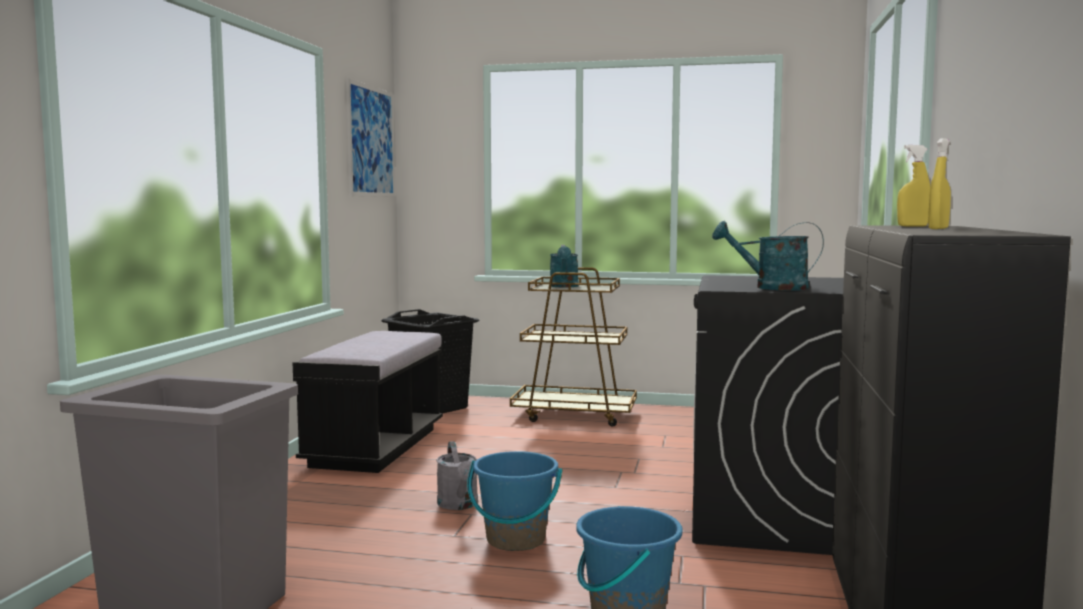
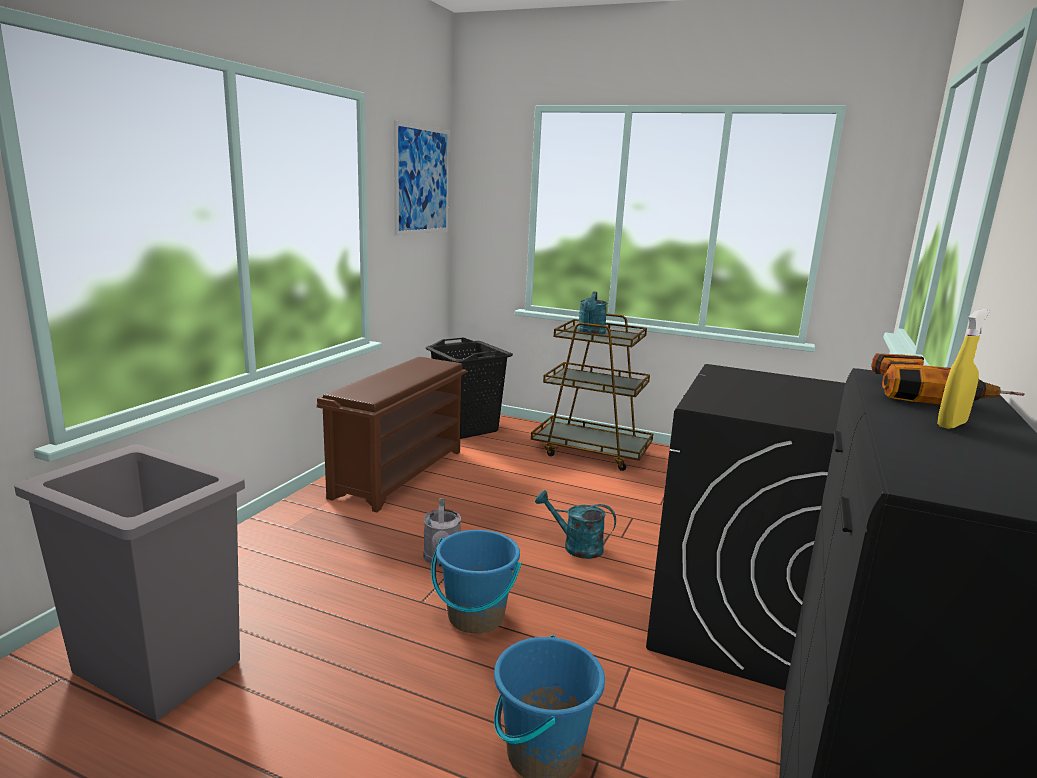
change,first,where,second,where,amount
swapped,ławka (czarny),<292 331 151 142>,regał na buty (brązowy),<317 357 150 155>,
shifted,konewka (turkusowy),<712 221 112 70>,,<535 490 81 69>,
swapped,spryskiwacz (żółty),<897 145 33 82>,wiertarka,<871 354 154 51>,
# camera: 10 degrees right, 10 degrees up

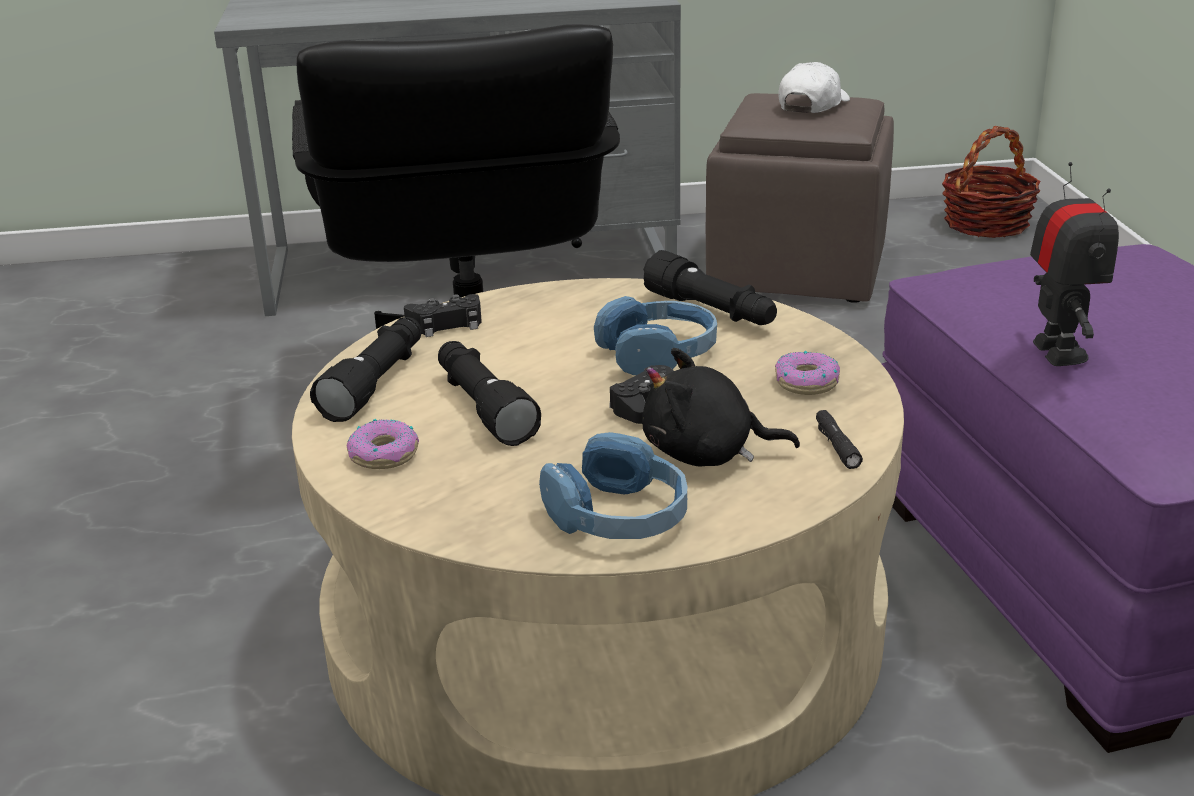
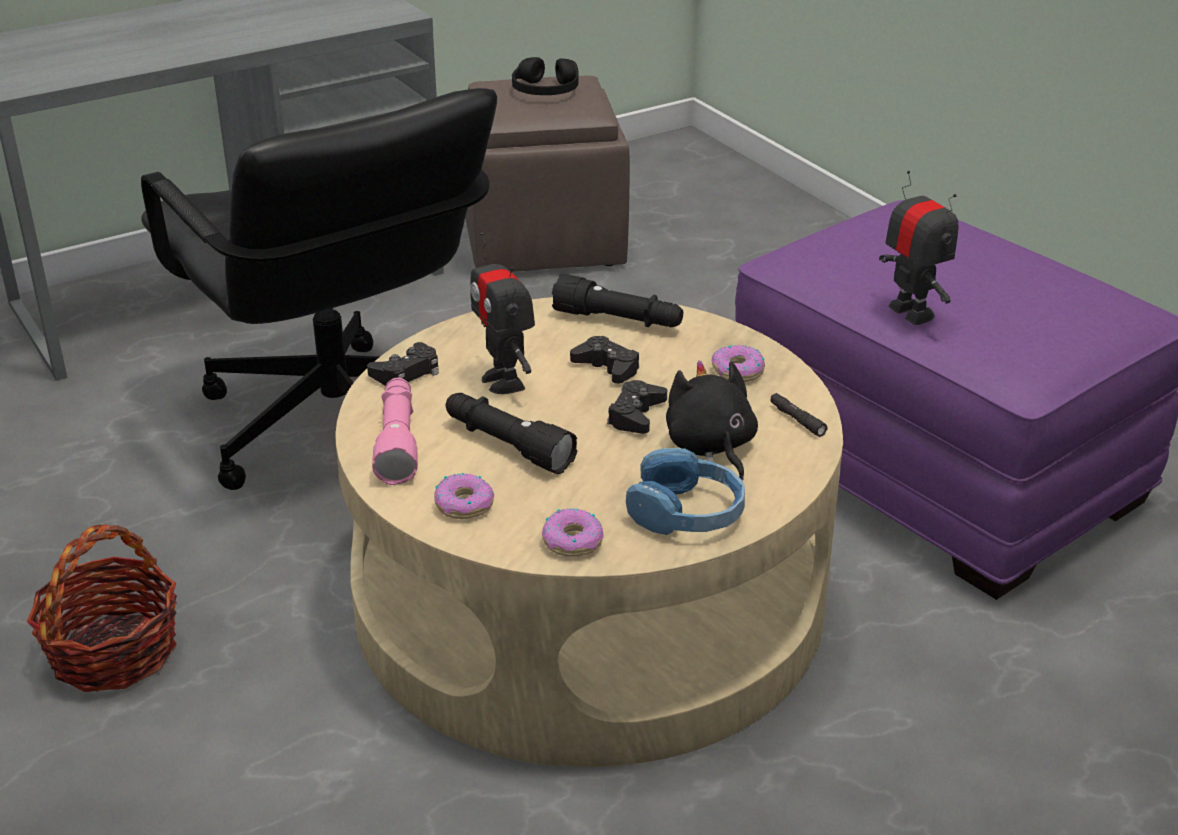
change,first,where,second,where,amount
shifted,koszyk,<942 126 98 112>,,<26 524 151 168>,
repainted,latarka (czarny),<310 317 111 105>,latarka (różowy),<372 378 46 107>,
new,,,robot zabawkowy,<470 232 65 162>,
swapped,czapka z daszkiem (biały),<778 62 72 51>,słuchawki (czarny),<512 57 67 38>,
new,,,donut,<542 508 62 49>,
swapped,słuchawki (niebieski),<594 296 123 79>,pad do gier (czarny),<570 336 69 48>,
rotated,pluszak (czarny),<642 348 158 119>,,<666 360 92 121>,90 degrees clockwise
# camera: 25 degrees left, 5 degrees up

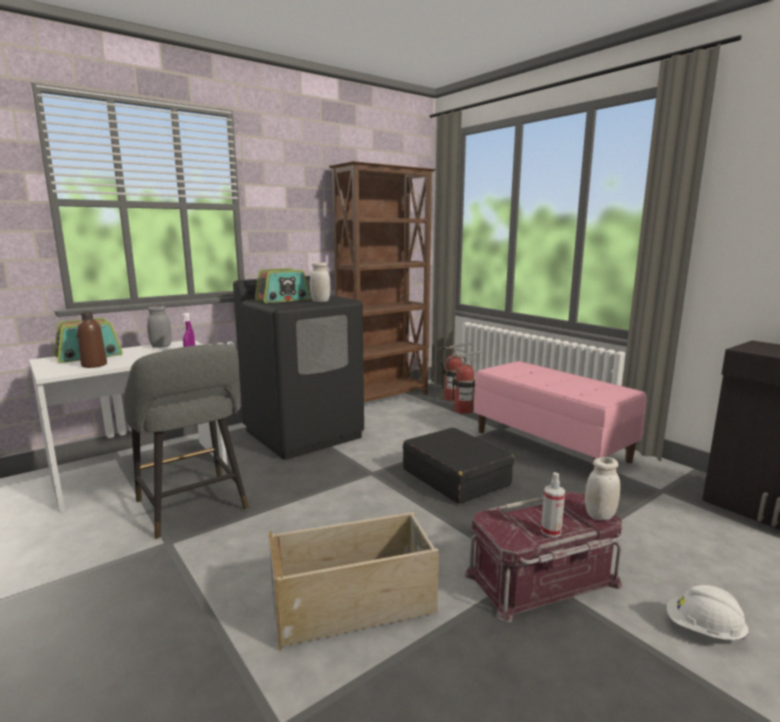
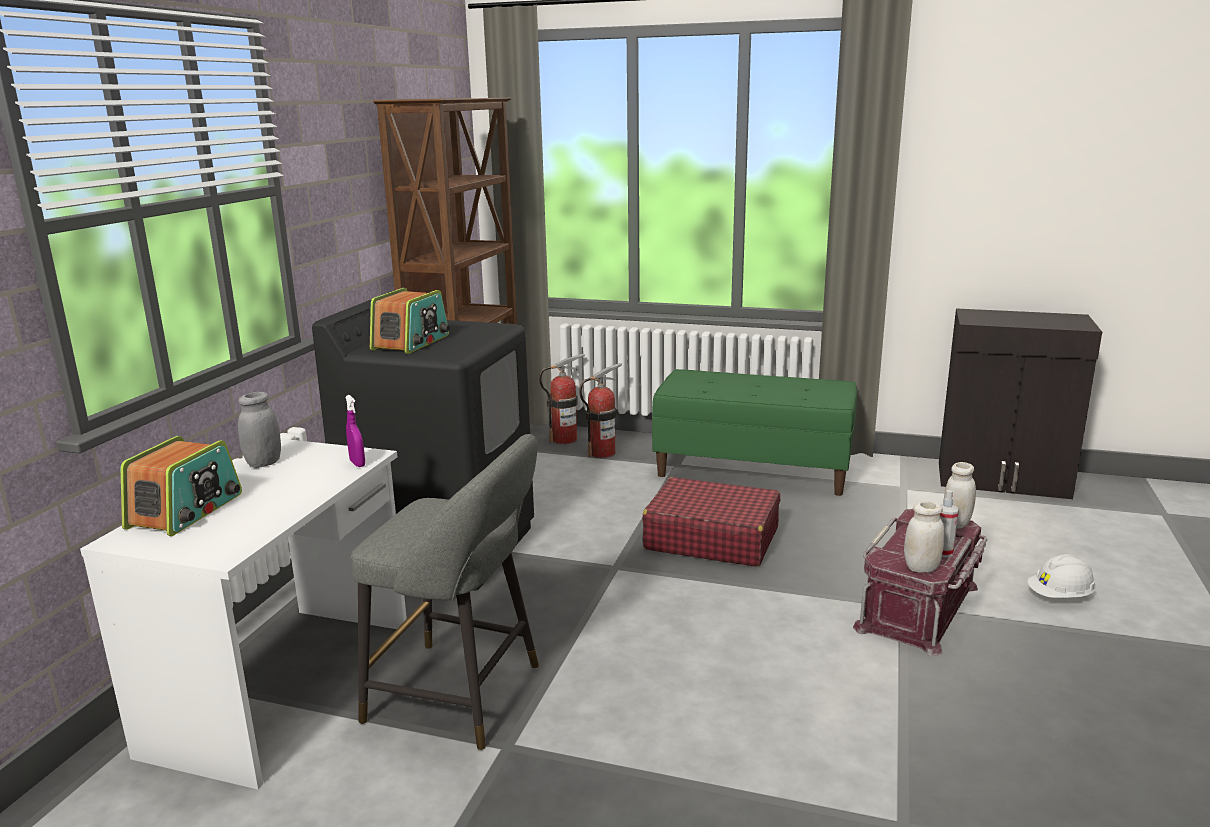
change,first,where,second,where,amount
repainted,walizka (czarny),<403 427 111 77>,walizka (czerwony),<642 477 138 90>,
repainted,ławka (różowy),<474 361 172 109>,ławka (zielony),<652 369 205 127>,
shifted,słoik (biały),<310 262 21 40>,,<904 502 41 71>,
gone,butelka (brązowy),<77 312 30 56>,,,
gone,pojemnik do przechowywania (beżowy),<269 512 170 139>,,,
# camera: 35 degrees left, 5 degrees up

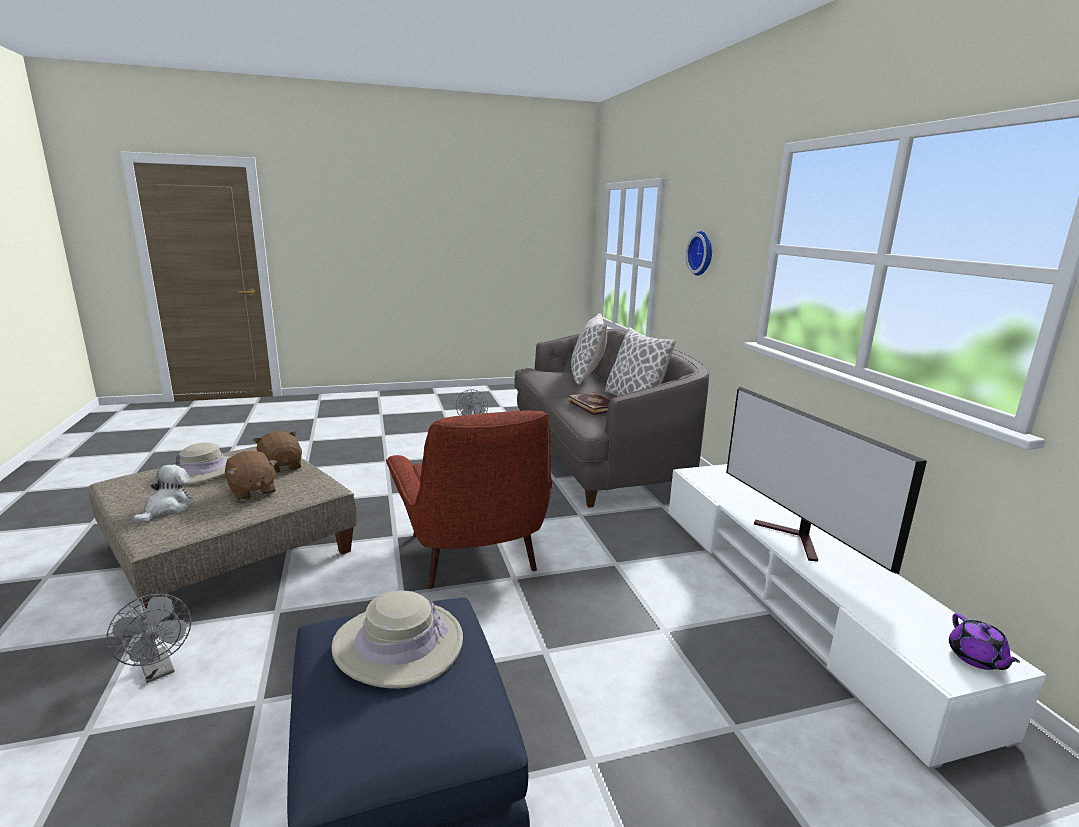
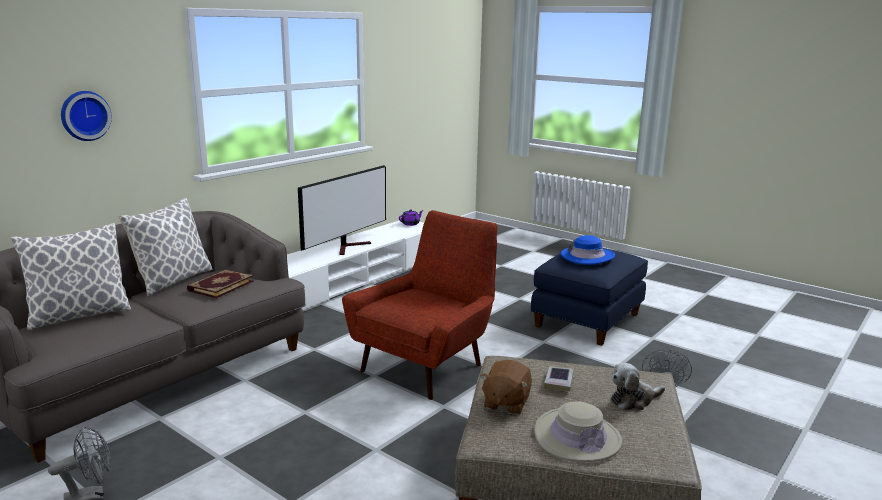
change,first,where,second,where,amount
swapped,pluszak (brązowy),<225 451 52 50>,książka,<544 366 30 25>,
repainted,kapelusz (beżowy),<331 591 132 97>,kapelusz (niebieski),<561 235 54 30>,
# camera: 125 degrees left, 0 degrees up

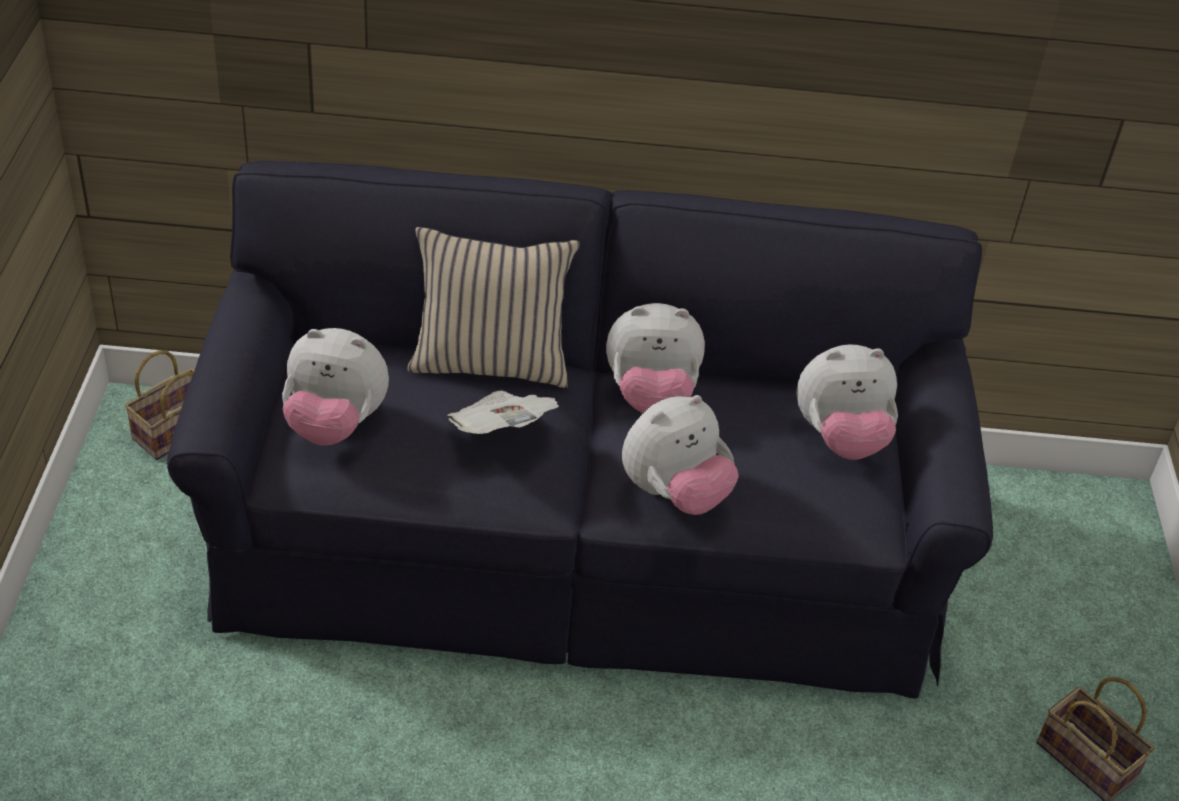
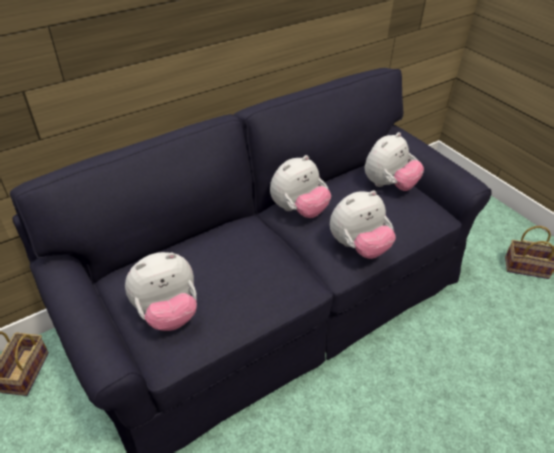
change,first,where,second,where,amount
rotated,pluszak,<622 395 117 120>,,<330 190 66 69>,45 degrees clockwise
gone,poduszka (beżowy),<408 227 172 161>,,,
gone,gazeta,<447 390 112 44>,,,
# camera: 35 degrees left, 0 degrees up

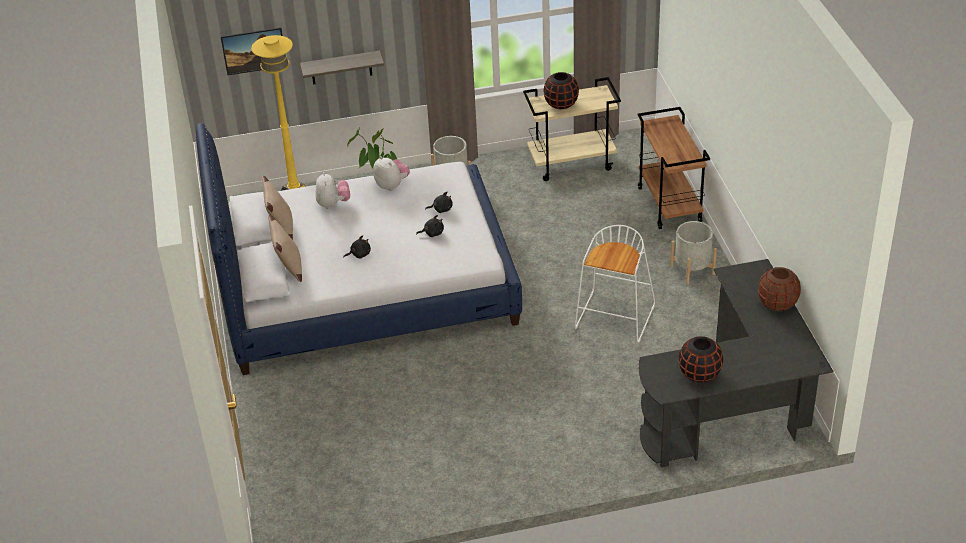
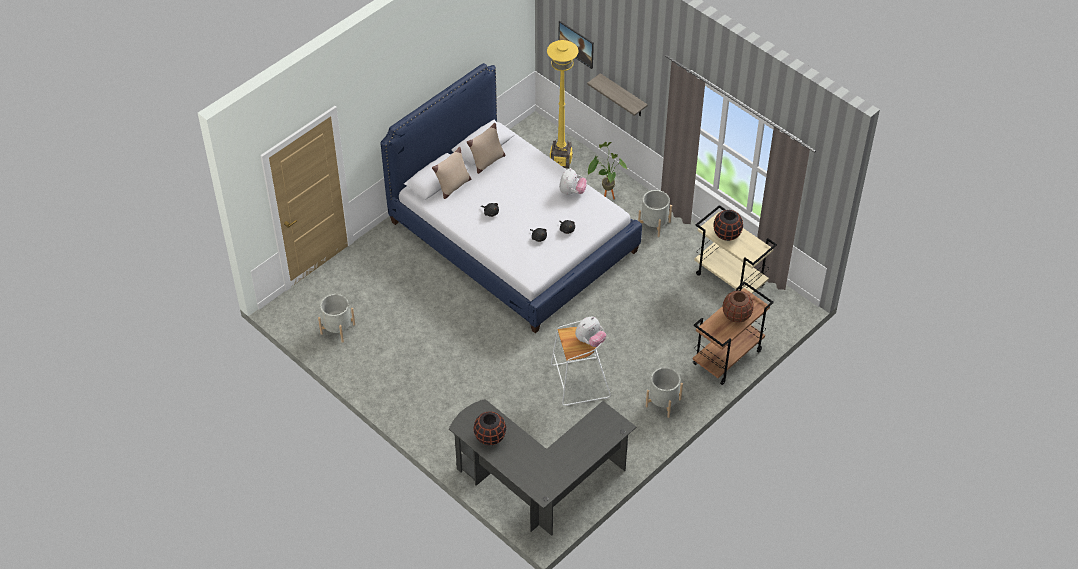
change,first,where,second,where,amount
new,,,donica (szary),<318 294 37 49>,
shifted,pluszak,<315 172 35 37>,,<575 317 31 30>,
shifted,wazon (brązowy),<758 267 43 44>,,<723 291 31 32>,
# camera: 55 degrees right, 10 degrees up

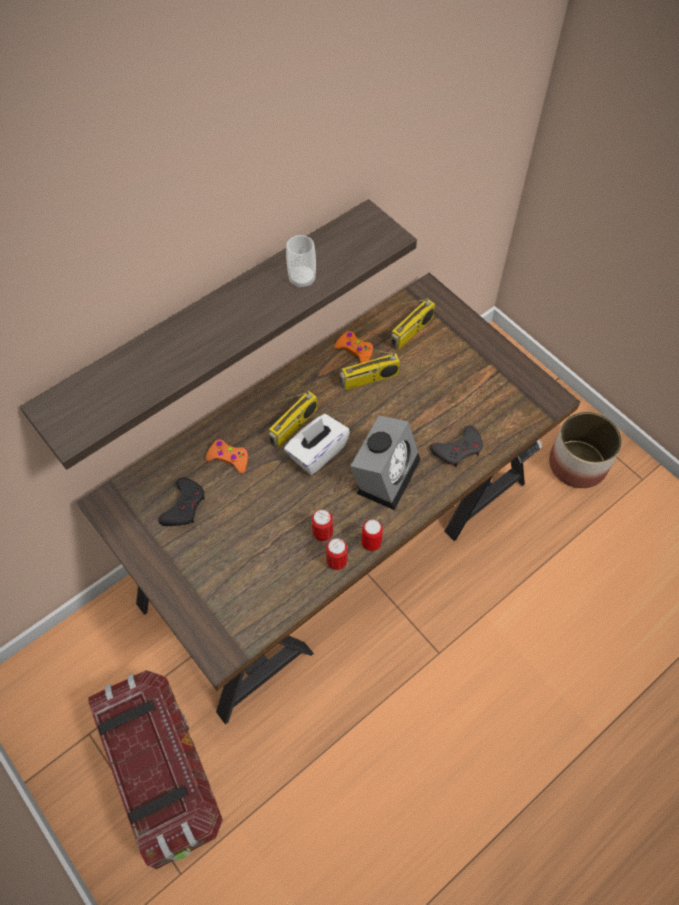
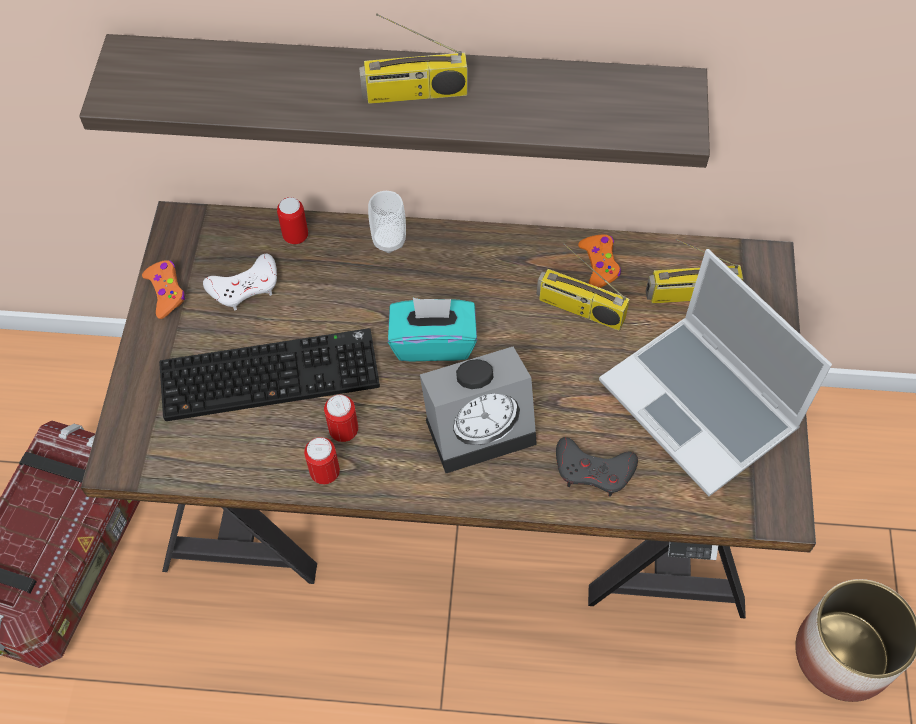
change,first,where,second,where,amount
shifted,pad do gier (pomarańczowy),<205 439 43 35>,,<142 260 43 59>,
new,,,klawiatura,<159 328 221 93>,
repainted,pad do gier (czarny),<158 478 47 48>,pad do gier (biały),<203 254 74 56>,
shifted,puszka,<361 520 22 31>,,<277 197 31 47>,
shifted,radio,<269 391 48 56>,,<359 13 108 91>,
shifted,filiżanka,<286 235 30 53>,,<368 191 38 62>,
repainted,pudełko chusteczek (biały),<284 414 66 61>,pudełko chusteczek (turkusowy),<388 298 89 63>,
new,,,laptop,<599 249 233 247>,
# camera: 45 degrees right, 0 degrees up

